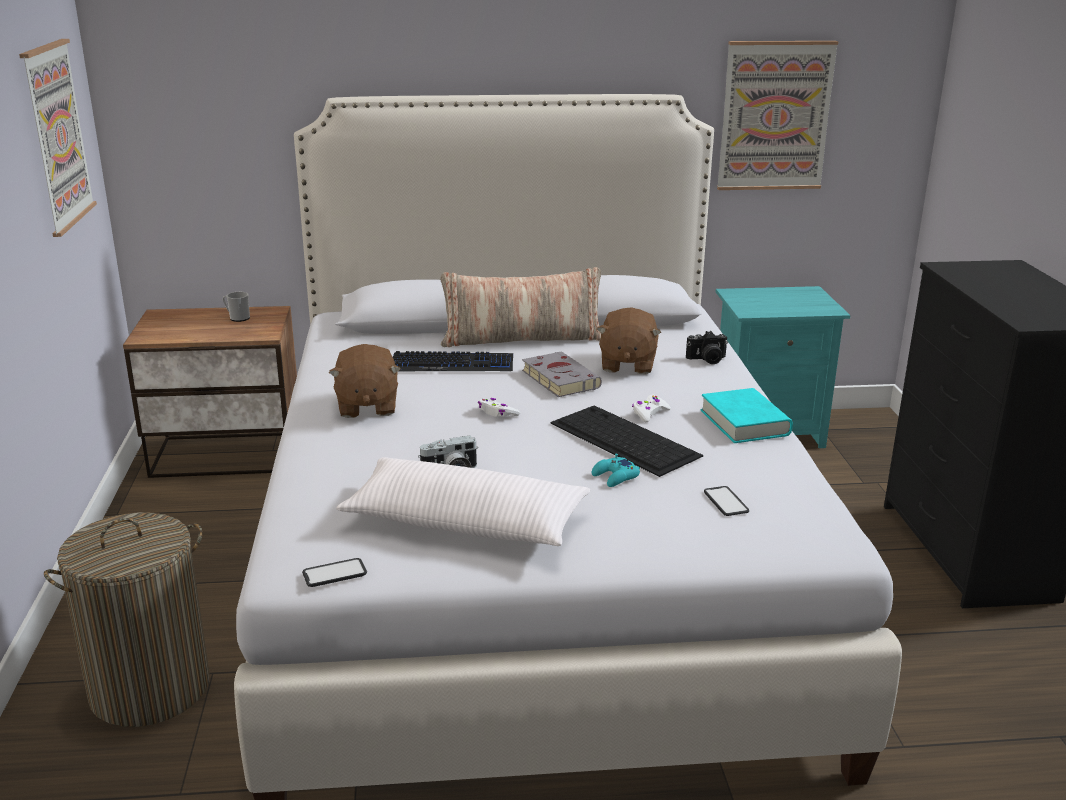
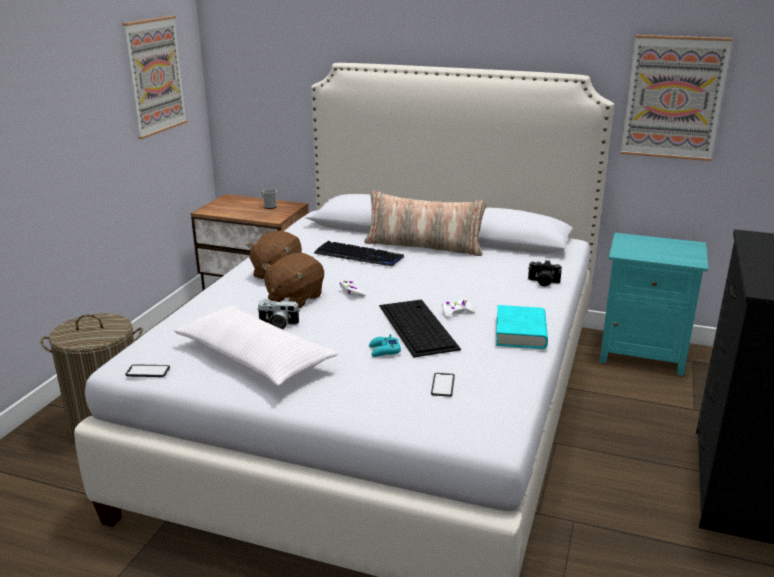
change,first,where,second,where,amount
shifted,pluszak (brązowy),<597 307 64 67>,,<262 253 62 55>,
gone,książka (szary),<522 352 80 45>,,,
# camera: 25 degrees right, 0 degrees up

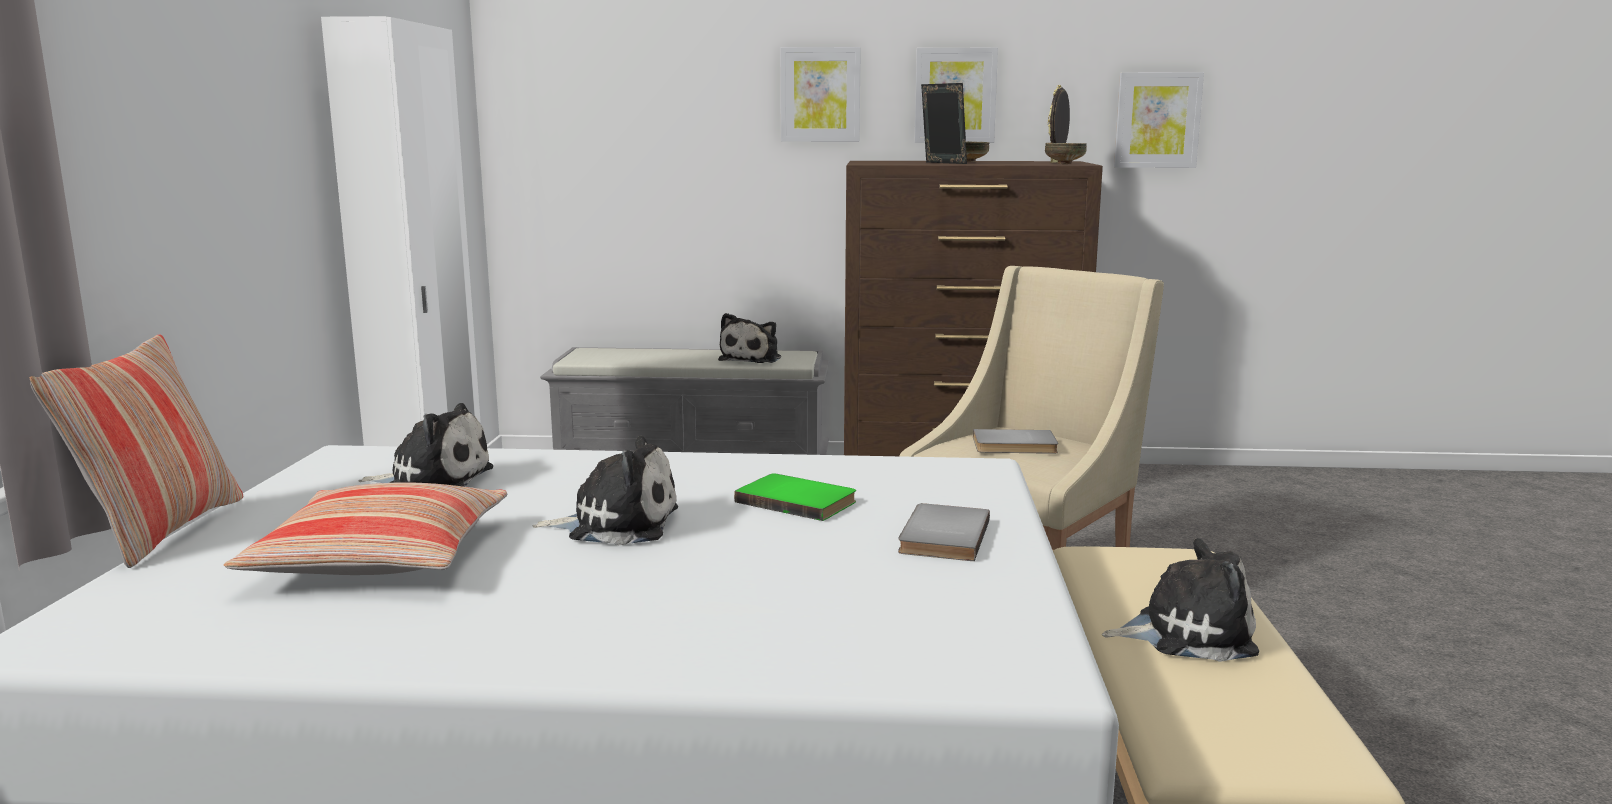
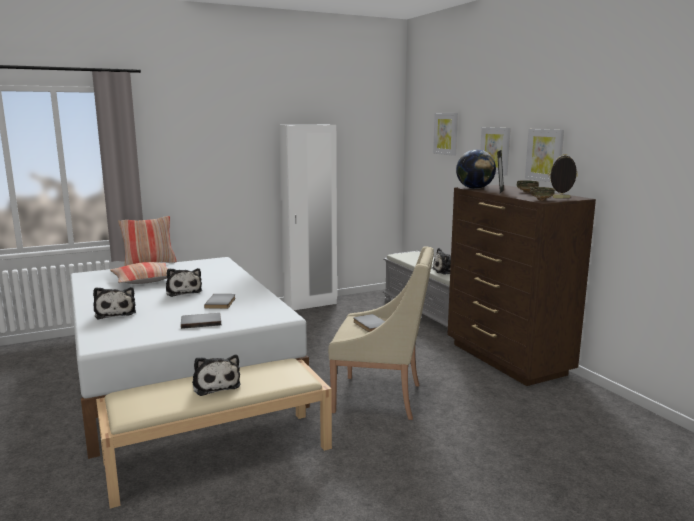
change,first,where,second,where,amount
shifted,pluszak,<358 403 135 84>,,<93 287 43 32>,
repainted,książka (zielony),<734 473 122 48>,książka (szary),<204 294 32 15>,
shifted,obraz,<1114 72 90 96>,,<433 113 25 43>,
new,,,globus,<456 150 40 39>,
# camera: 60 degrees right, 0 degrees up

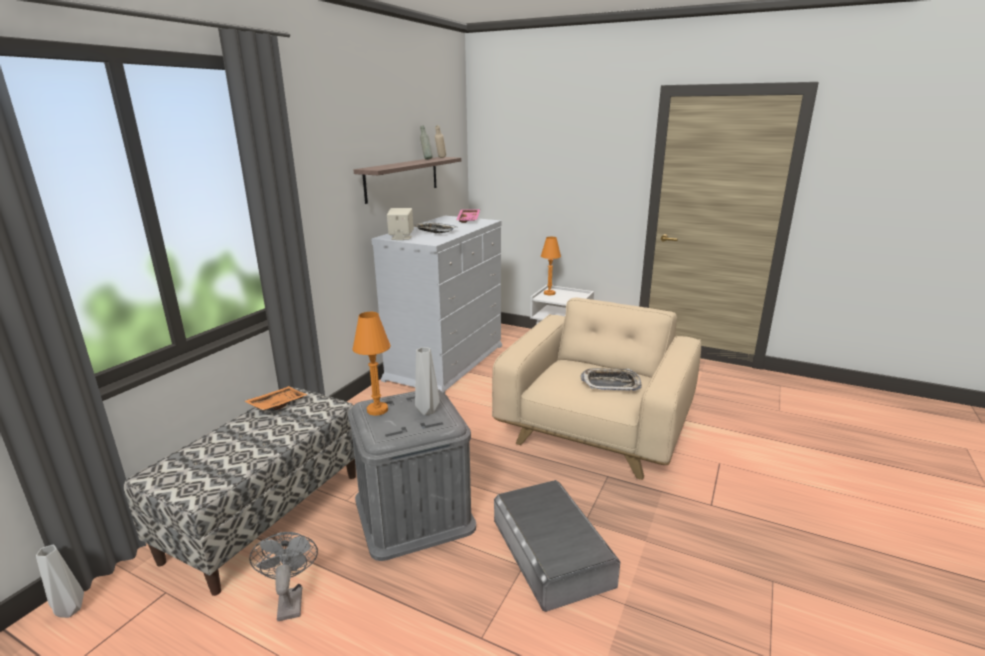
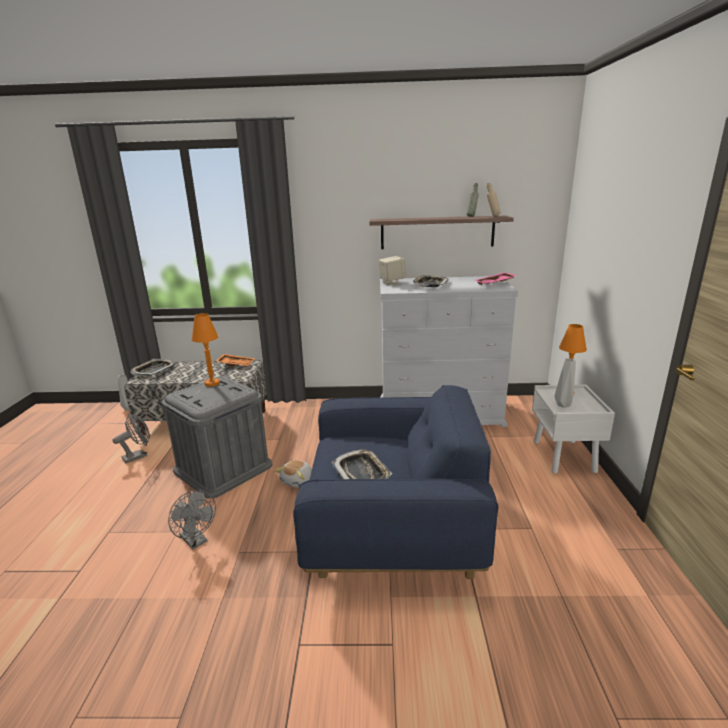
change,first,where,second,where,amount
new,,,taca,<130 359 45 17>,
swapped,pojemnik do przechowywania (szary),<494 480 126 132>,wentylator (szary),<168 490 48 60>,
new,,,pluszak,<275 460 37 28>,
repainted,fotel (beżowy),<492 298 209 182>,fotel (niebieski),<293 385 205 194>,
shifted,wazon (szary),<415 347 25 68>,,<554 358 22 50>,
# camera: 65 degrees right, 0 degrees up

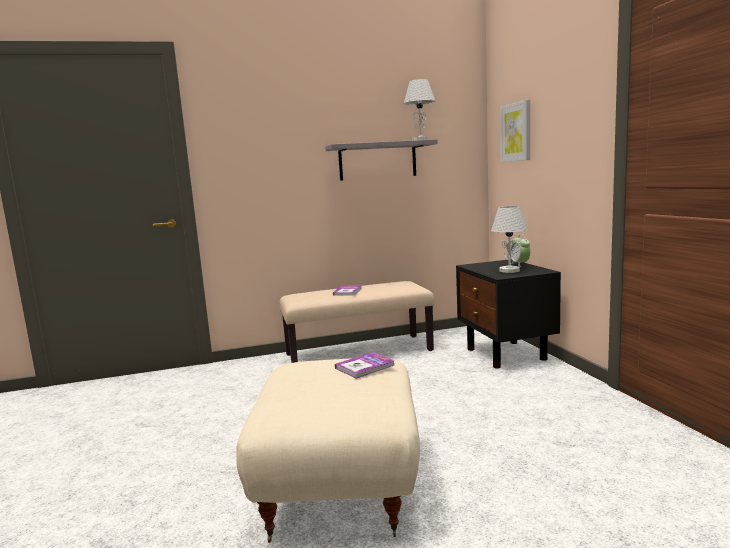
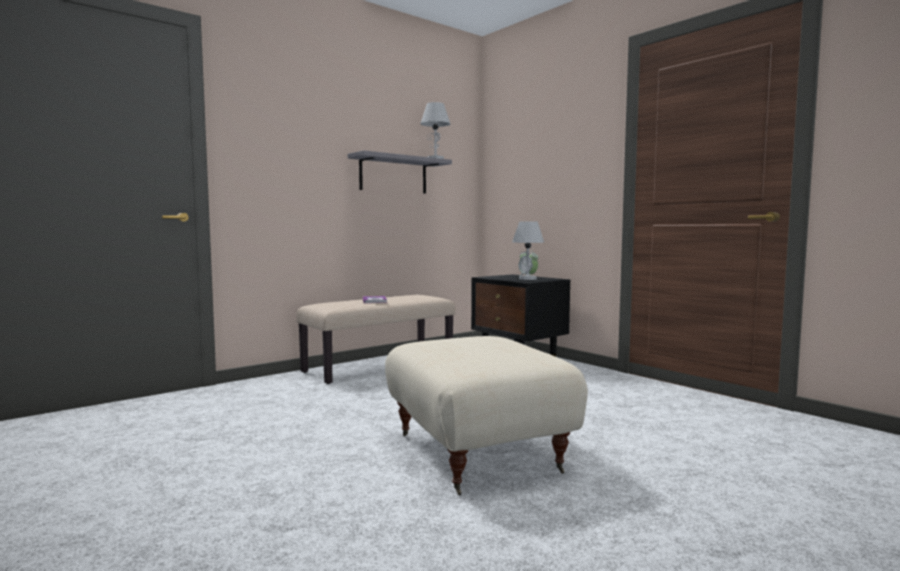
change,first,where,second,where,amount
gone,książka,<335 352 60 27>,,,
gone,obraz,<500 99 30 63>,,,
# camera: 25 degrees left, 5 degrees down

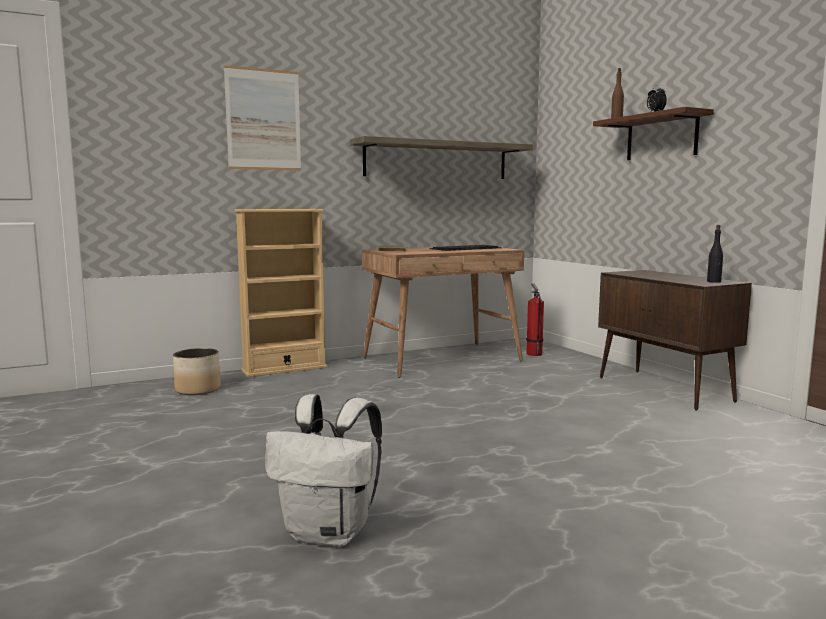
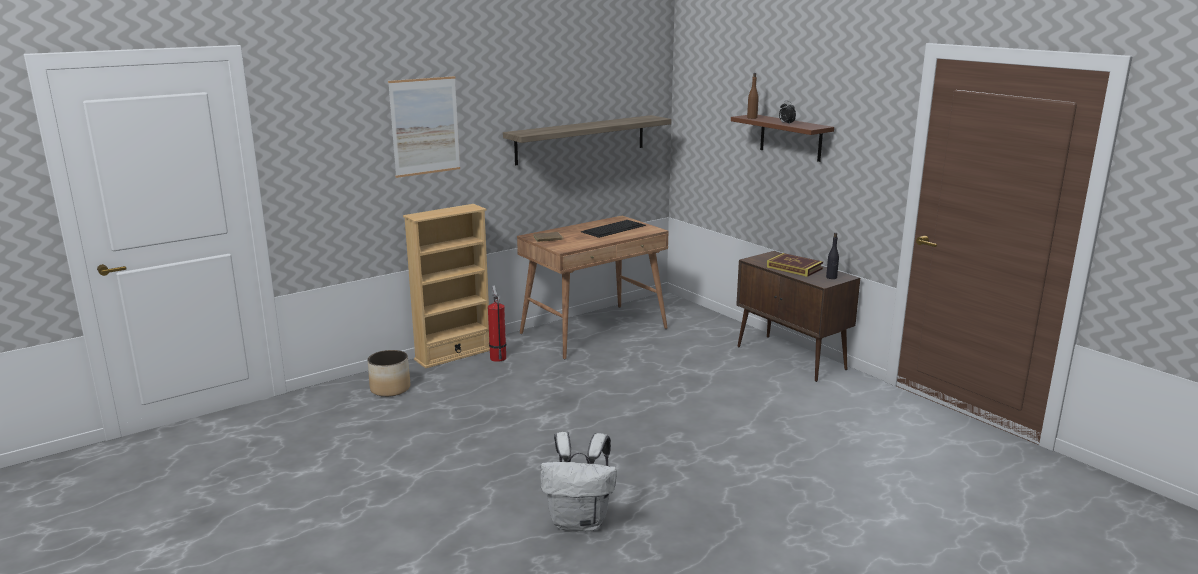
change,first,where,second,where,amount
shifted,gaśnica,<526 283 18 73>,,<488 286 18 76>,
new,,,książka,<767 253 56 24>,
# camera: 10 degrees left, 10 degrees up

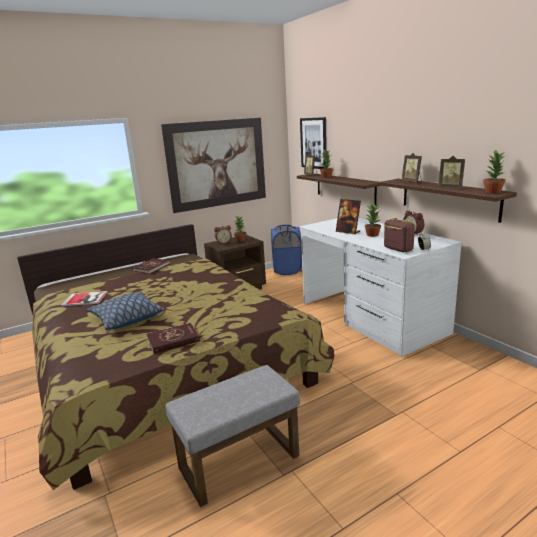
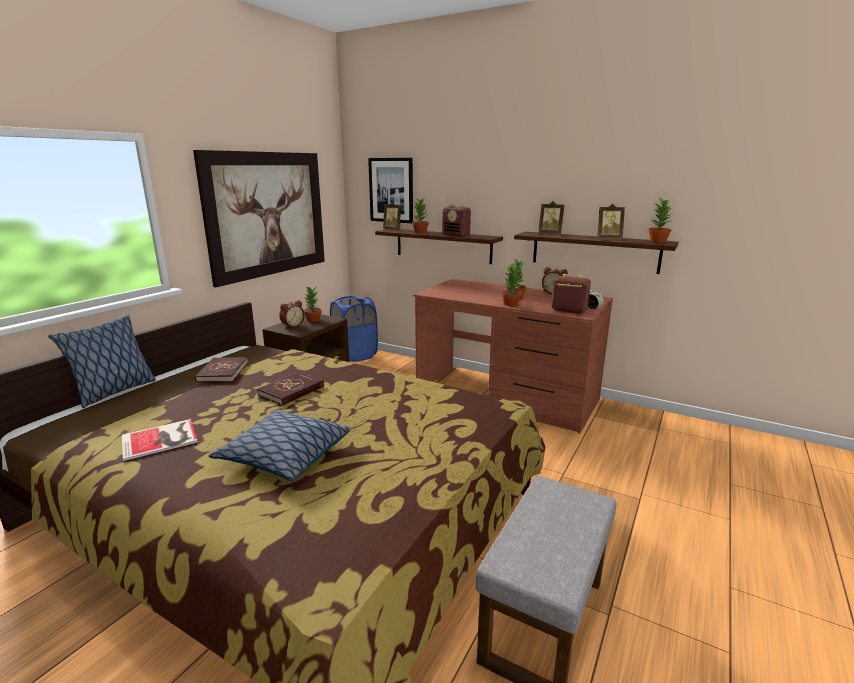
change,first,where,second,where,amount
new,,,poduszka,<48 314 108 94>,
shifted,książka (czerwony),<146 323 54 31>,,<257 372 67 34>,
repainted,biurko (biały),<299 218 163 139>,biurko (brązowy),<413 279 200 155>,
new,,,radio,<442 204 29 33>,
new,,,roślina doniczkowa,<501 263 21 43>,
gone,ramka na zdjęcie,<336 199 25 36>,,,
# camera: 30 degrees left, 0 degrees up

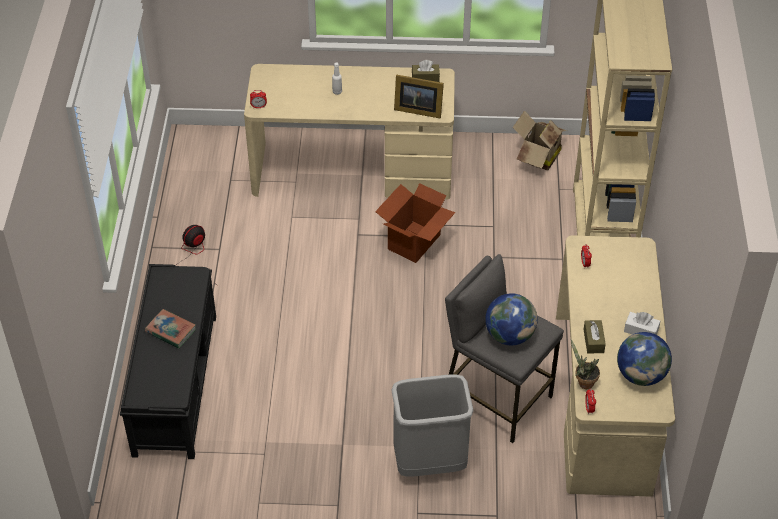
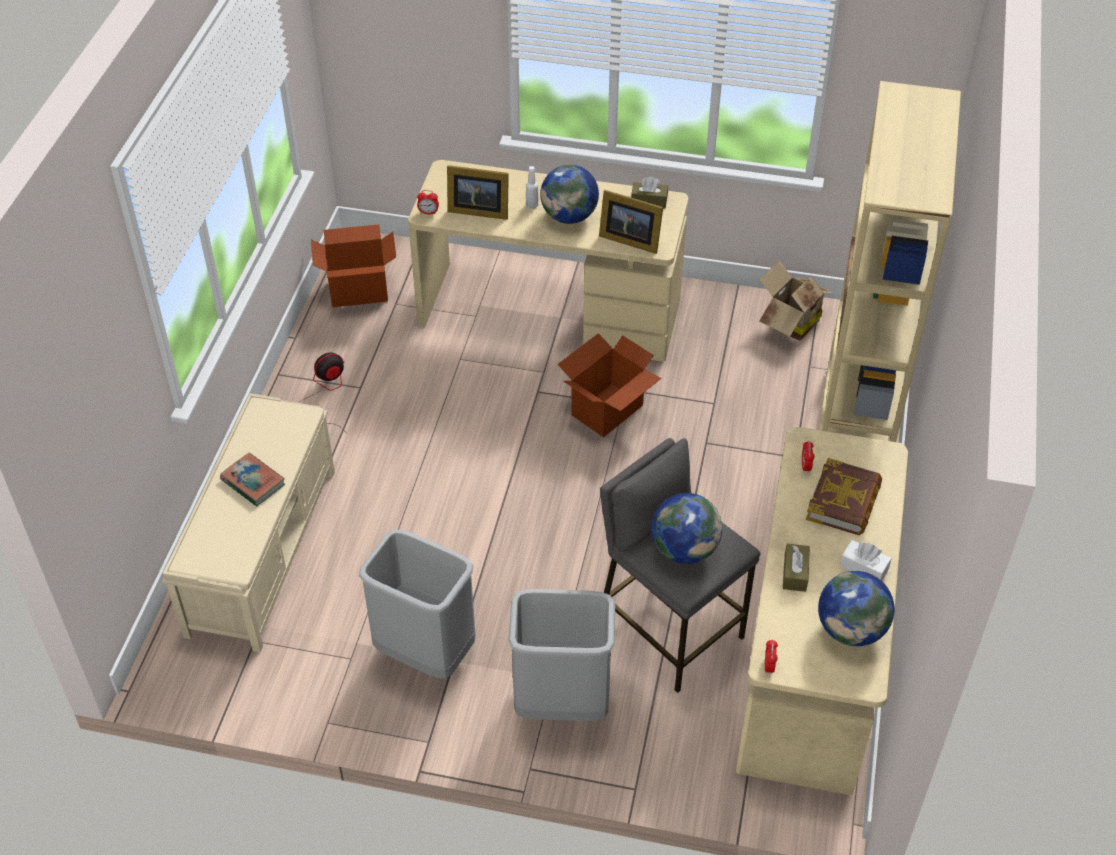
change,first,where,second,where,amount
repainted,ławka (czarny),<120 264 96 195>,ławka (beżowy),<162 393 173 259>,
new,,,karton,<311 224 85 83>,
new,,,kosz na śmieci (szary),<359 529 116 150>,
new,,,ramka na zdjęcie,<447 165 62 55>,
new,,,globus,<540 165 59 59>,
new,,,książka,<806 458 76 77>,
gone,roślina doniczkowa,<571 340 29 49>,,,
# camera: 10 degrees right, 0 degrees up

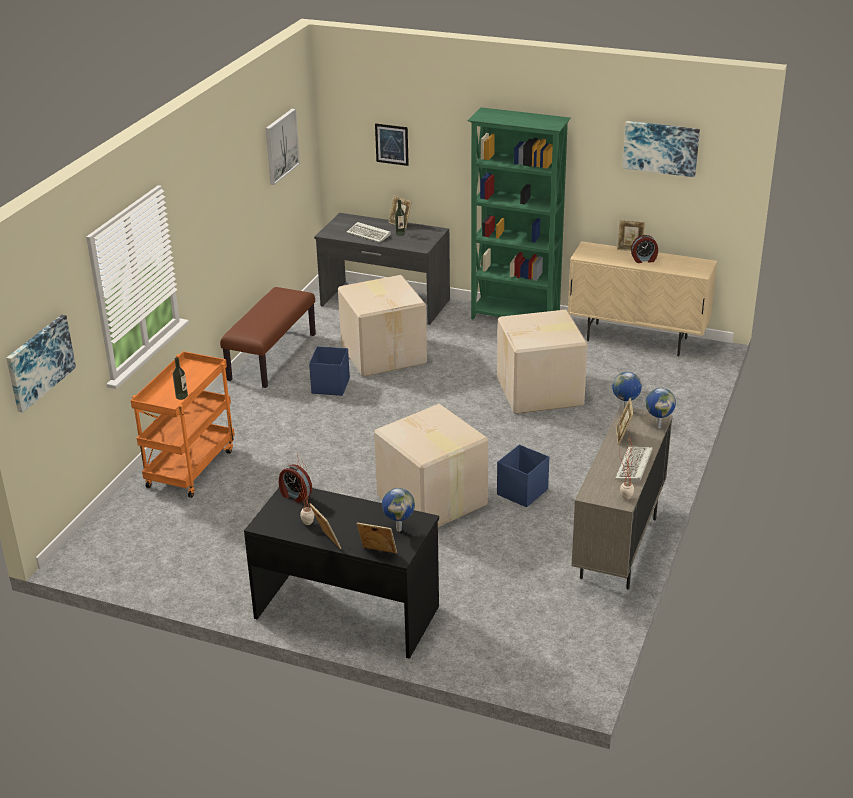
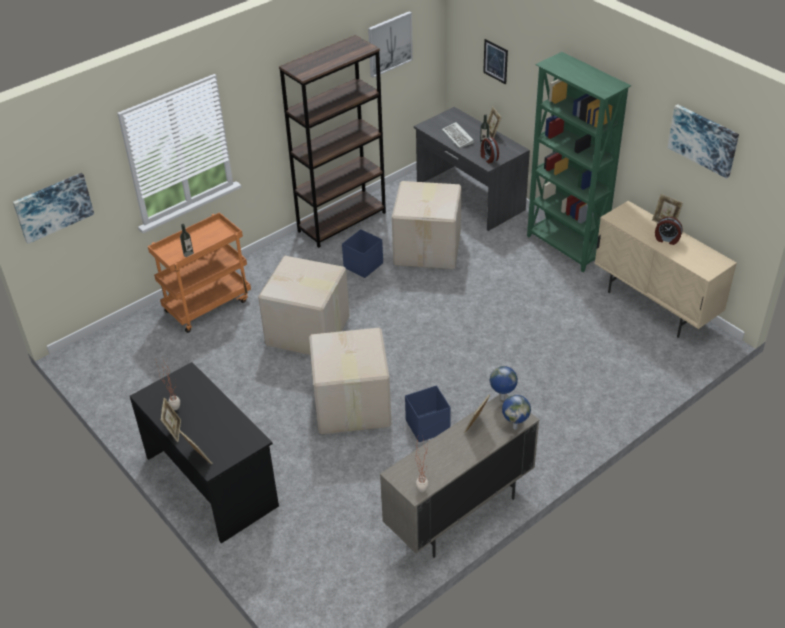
change,first,where,second,where,amount
shifted,karton,<497 310 91 104>,,<258 256 92 99>,
swapped,ławka (brązowy),<220 287 96 101>,regał (brązowy),<279 35 107 213>,
shifted,budzik,<279 464 33 39>,,<481 137 18 26>,
gone,globus,<382 488 33 44>,,,
gone,klawiatura,<615 447 38 36>,,,
# camera: 30 degrees right, 10 degrees up

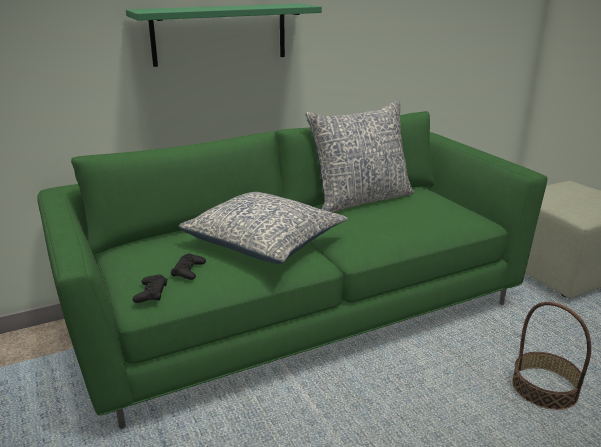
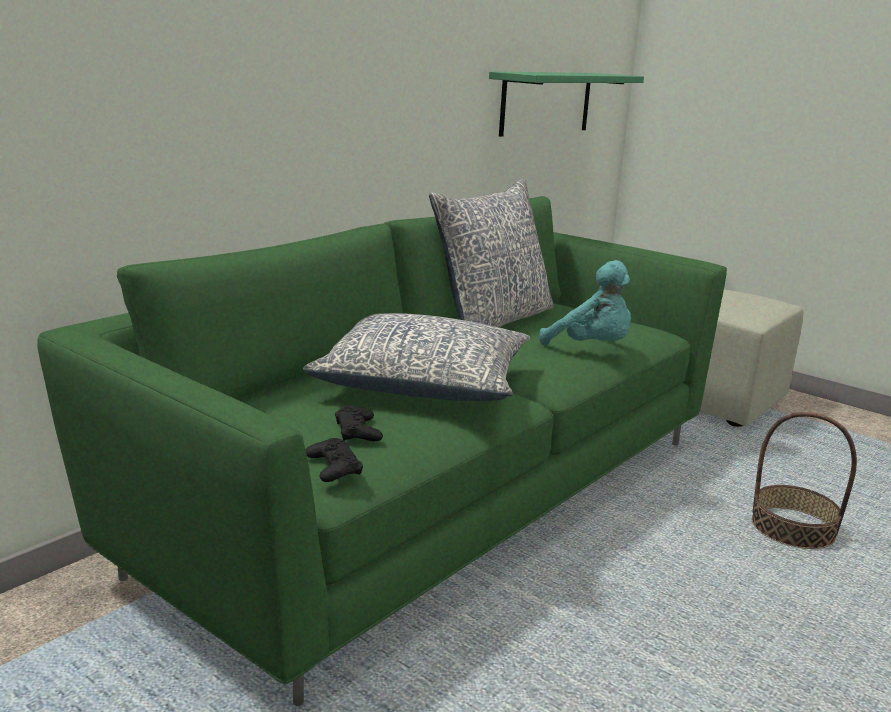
change,first,where,second,where,amount
shifted,półka (zielony),<126 4 196 63>,,<489 71 155 66>,
new,,,pluszak (turkusowy),<539 260 92 85>,
# camera: 25 degrees left, 5 degrees down

